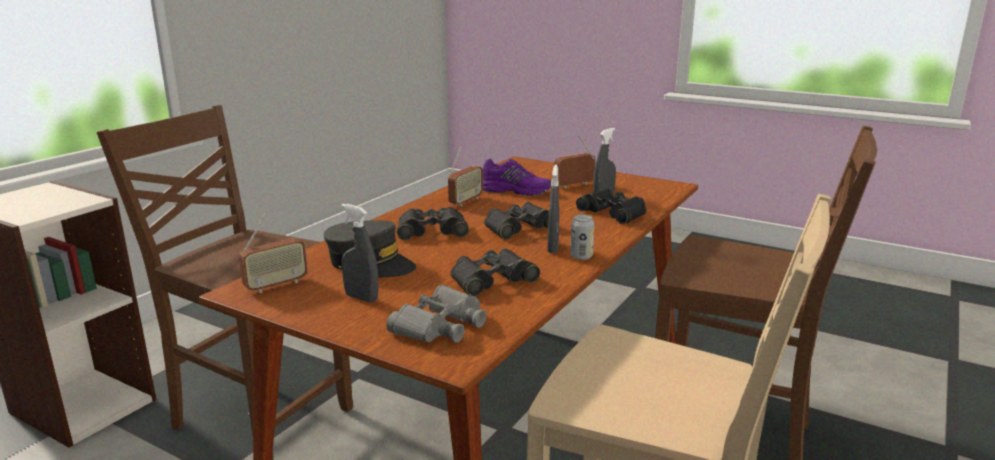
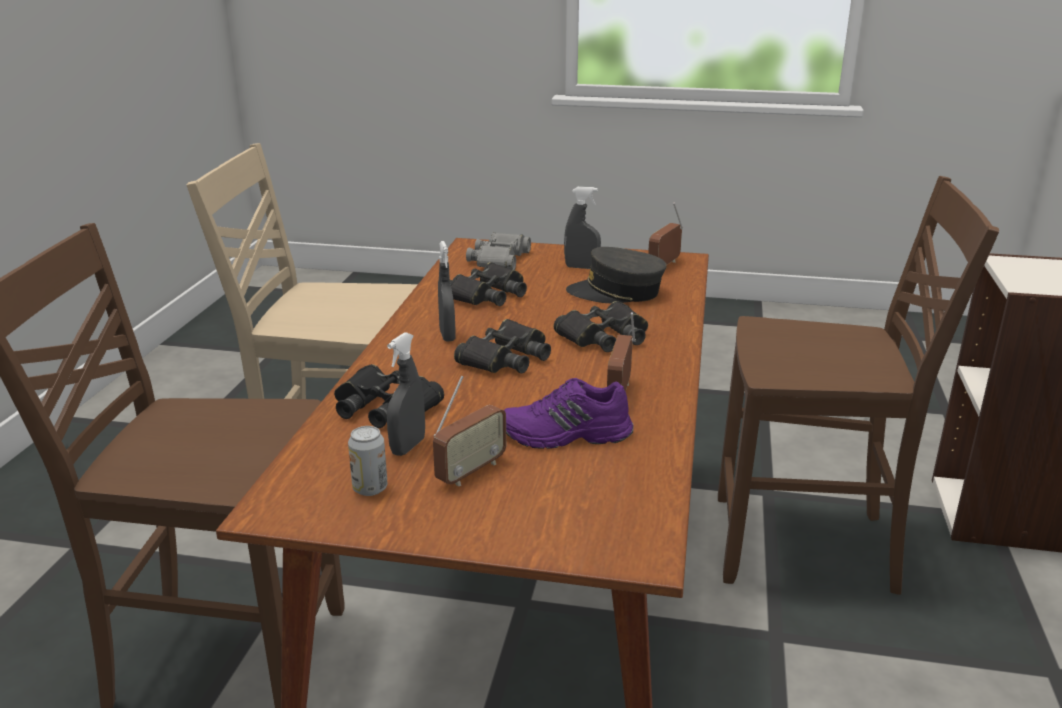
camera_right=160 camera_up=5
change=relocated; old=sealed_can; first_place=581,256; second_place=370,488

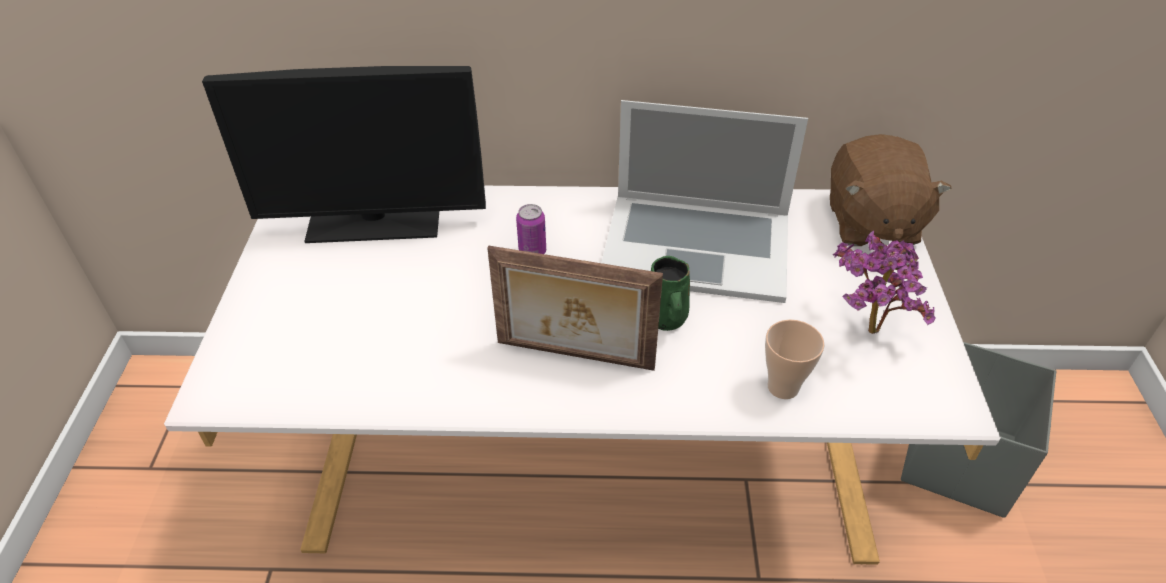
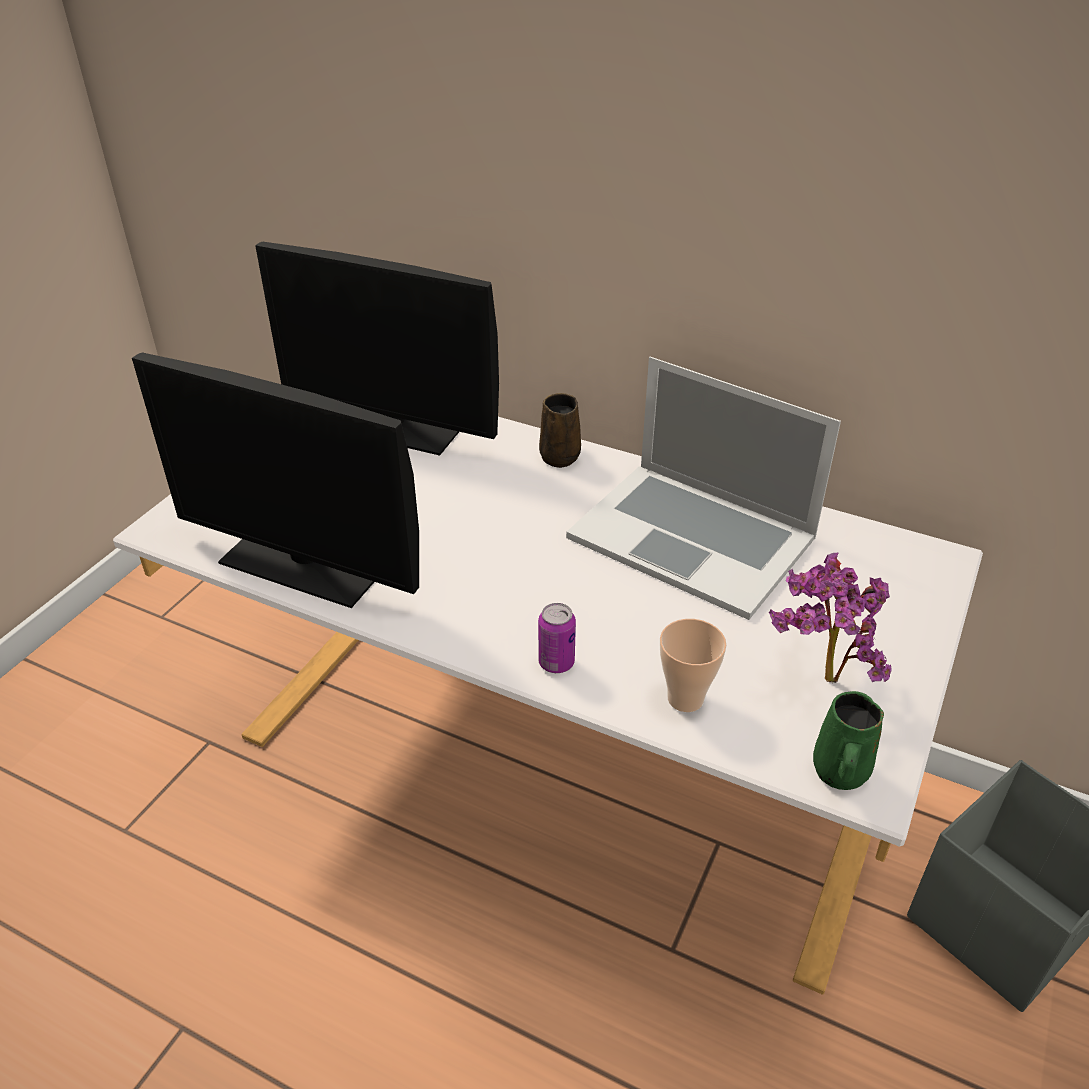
camera_right=25 camera_up=-5
change=appeared; new=computer_screen; second_place=304,564
change=relocated; old=sealed_can; first_place=532,252; second_place=556,663
change=appeared; new=brown-coloured_tea_mug; second_place=560,455
change=relocated; old=green-coloured_tea_mug; first_place=666,319; second_place=839,773
change=missing; old=standing_frame; first_place=574,357
change=missing; old=brown-coloured_soft_toy; first_place=870,223

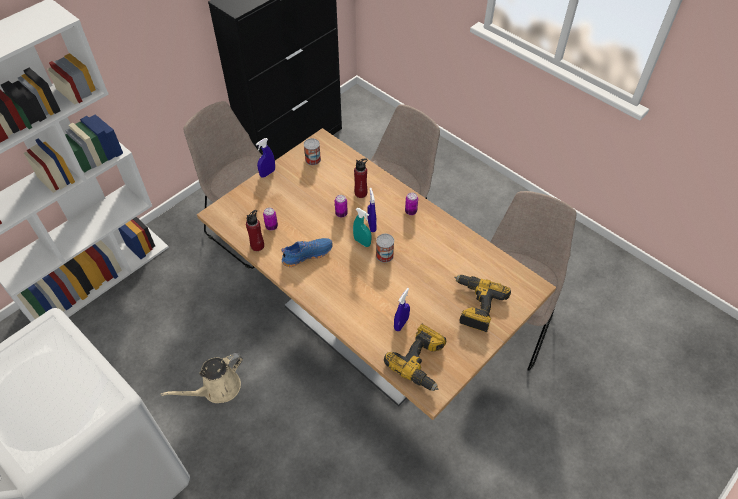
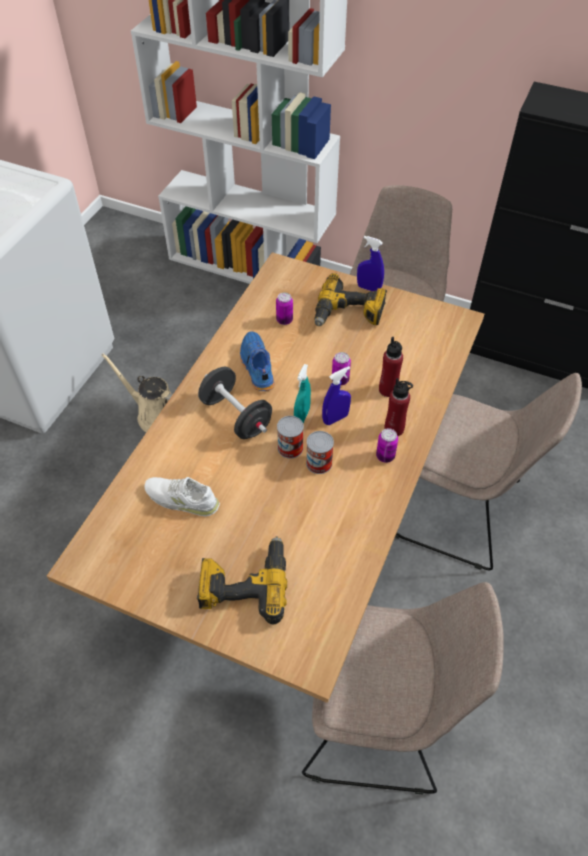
camera_right=70 camera_up=0
change=exchanged; old=bluish_hand_sprayer; new=white-coloured_shoe; first_place=401,324; second_place=182,498
change=appeared; new=black-coloured_free_weight; second_place=236,416
change=spun; old=bluish_shoe; first_place=307,254; second_place=256,367; degrees=-150
change=relocated; old=sealed_can; first_place=313,159; second_place=319,463
change=relocated; old=electric_drill; first_place=421,362; second_place=348,314
change=relocated; old=reddish_bottle; first_place=257,245; second_place=394,429

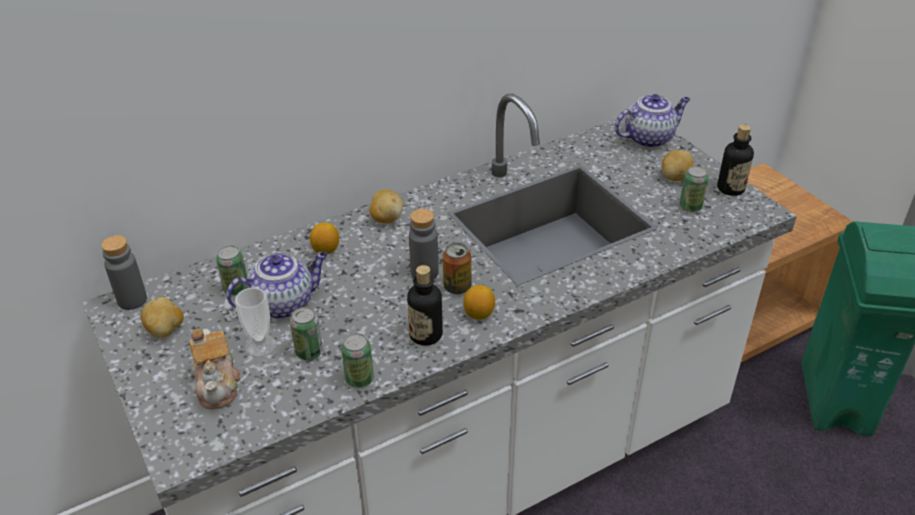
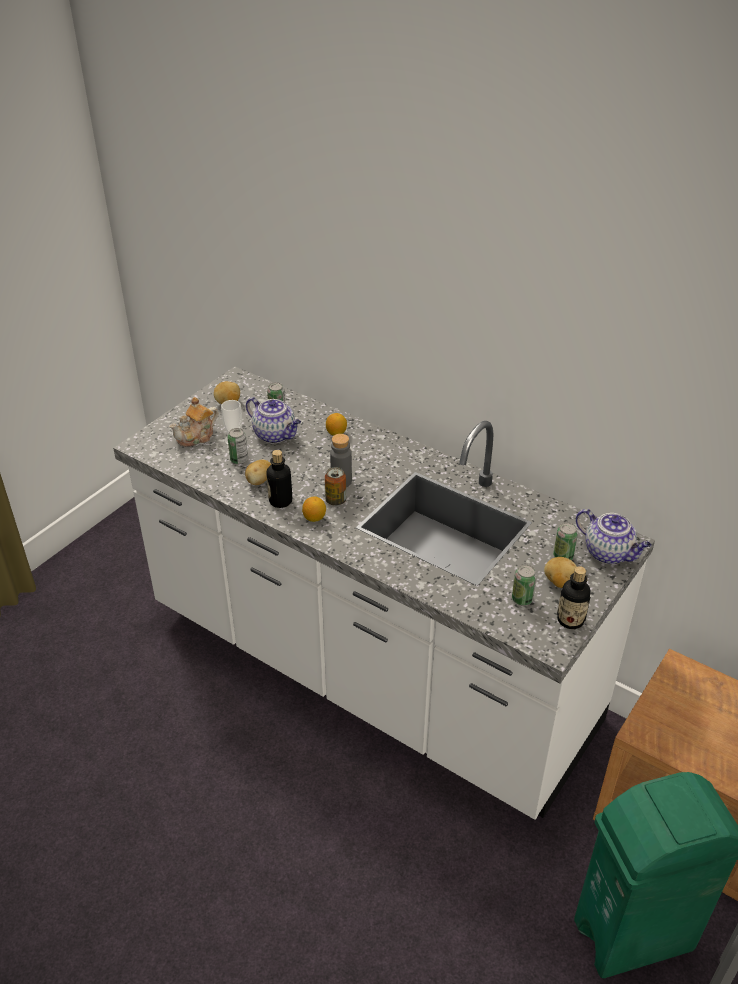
camera_right=65 camera_up=0
change=relocated; old=whole_potato; first_place=386,218; second_place=259,481
change=relocated; old=sealed_can; first_place=359,379; second_place=563,556
change=missing; old=greyish_bottle; first_place=132,300

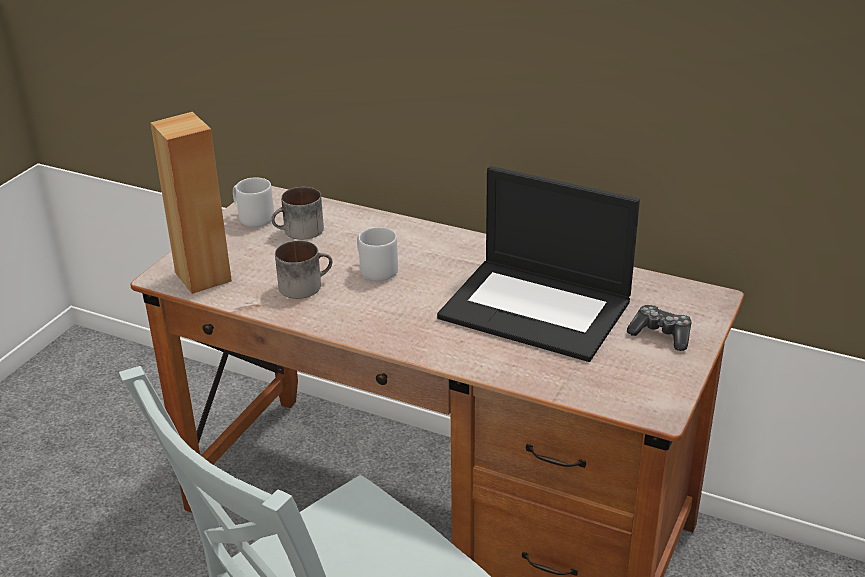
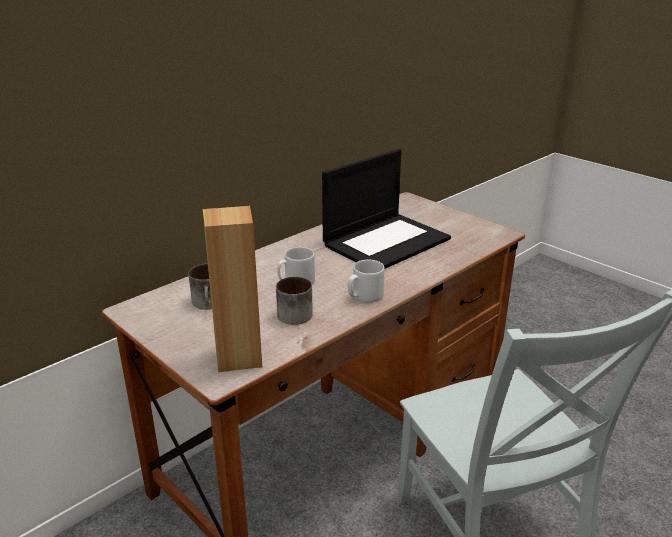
camera_right=-70 camera_up=-5
change=relocated; old=greyish_tea_mug; first_place=253,217; second_place=364,297
change=missing; old=game_controller; first_place=661,335

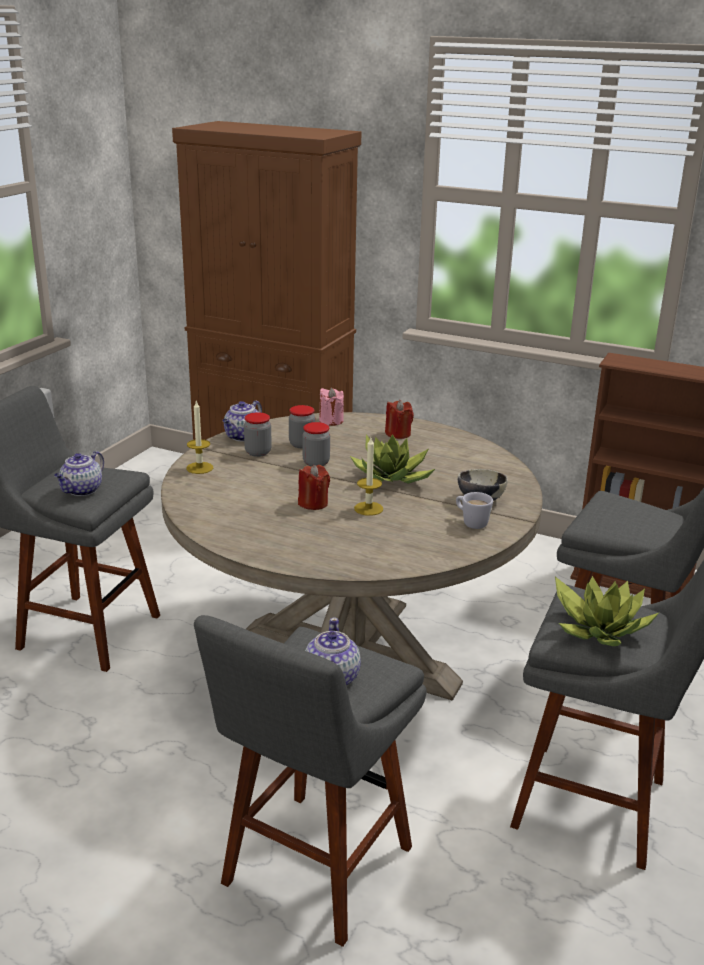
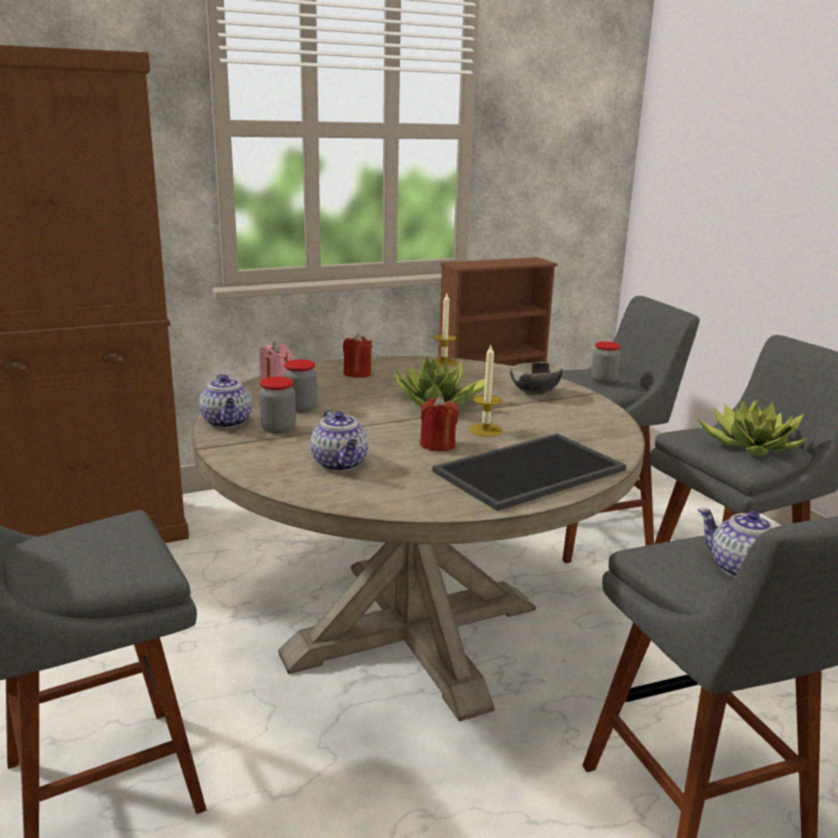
camera_right=-50 camera_up=-5
change=relocated; old=pot_for_tea; first_place=82,490; second_place=340,464
change=appeared; new=carrying_tray; second_place=530,472
change=relocated; old=wax_light; first_place=199,468; second_place=444,362
change=relocated; old=storage_jar; first_place=316,463; second_place=603,380
change=missing; old=white-coloured_tea_mug; first_place=471,522

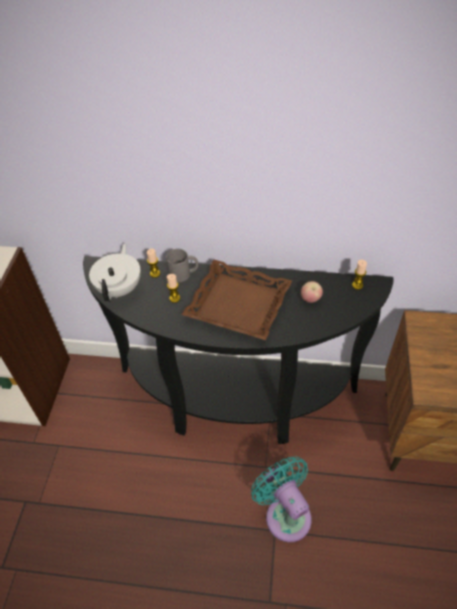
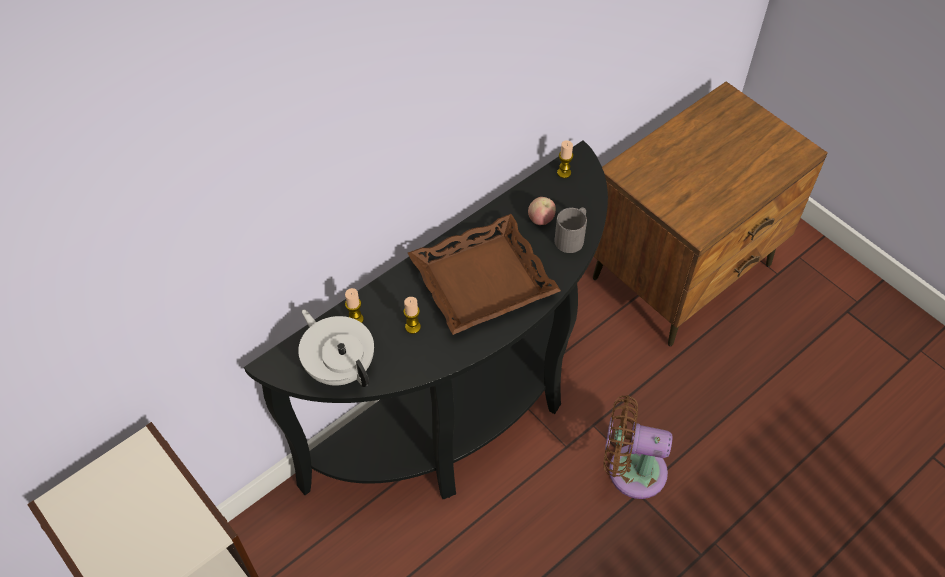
camera_right=-50 camera_up=5
change=relocated; old=greyish_tea_mug; first_place=184,273; second_place=572,237
change=colour; old=turquoise-coloured_fan; new=brown-coloured_fan; first_place=285,513; second_place=630,470

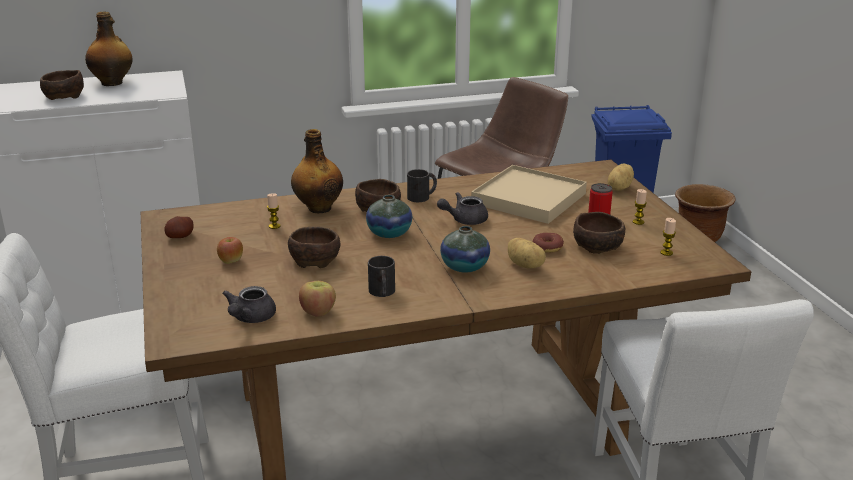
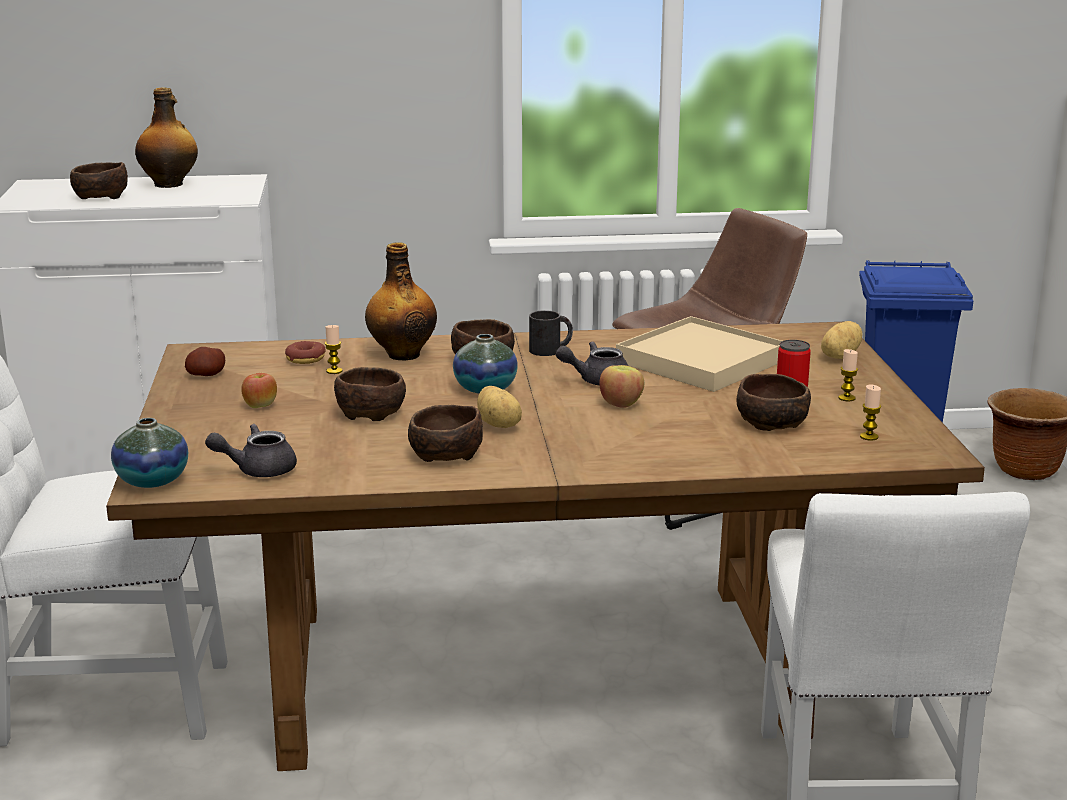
camera_right=10 camera_up=-5
change=relocated; old=flower_vase; first_place=464,267; second_place=152,481
change=spun; old=greyish_pot_for_tea; first_place=250,318; second_place=257,470; degrees=45
change=relocated; old=doughnut; first_place=547,247; second_place=305,359
change=exchanged; old=black-coloured_tea_mug; new=brown-coloured_deep_dish; first_place=382,293; second_place=444,455
change=relocated; old=whole_potato; first_place=525,265; second_place=499,425
change=relocated; old=apple_fruit; first_place=318,312; second_place=621,404

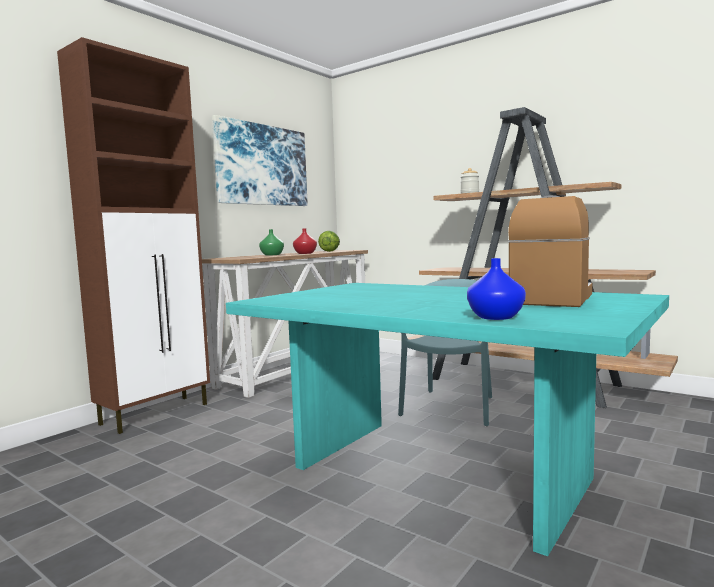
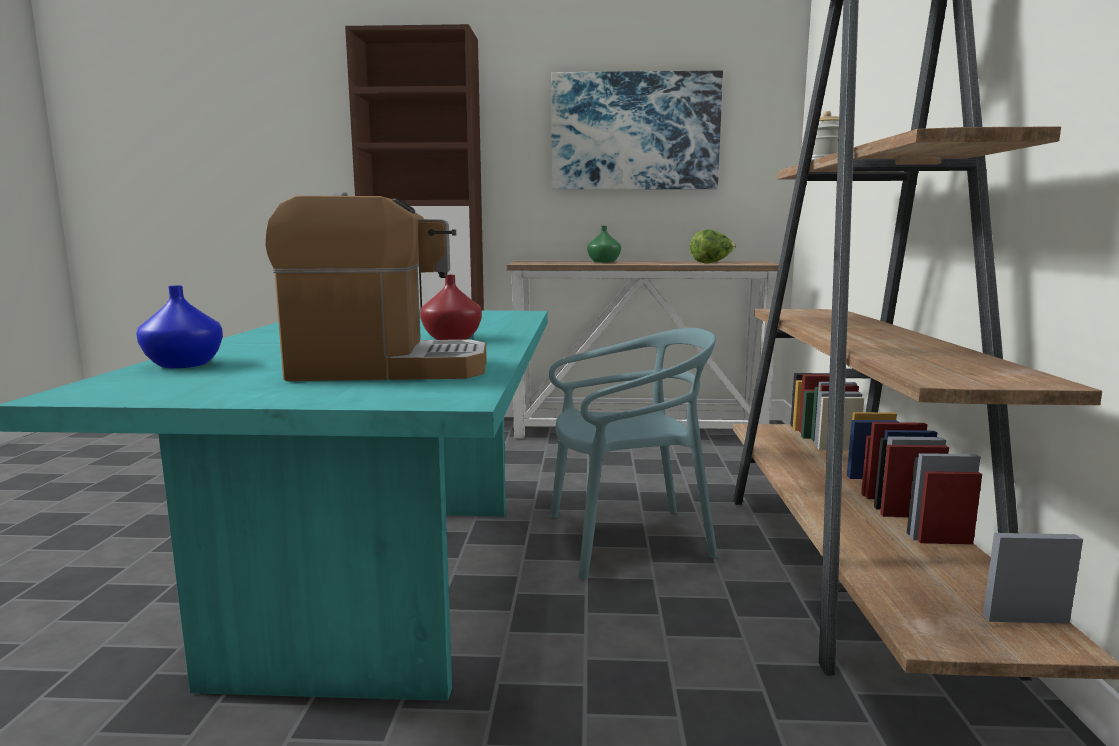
camera_right=55 camera_up=5
change=relocated; old=reddish_flower_vase; first_place=305,253; second_place=453,338

